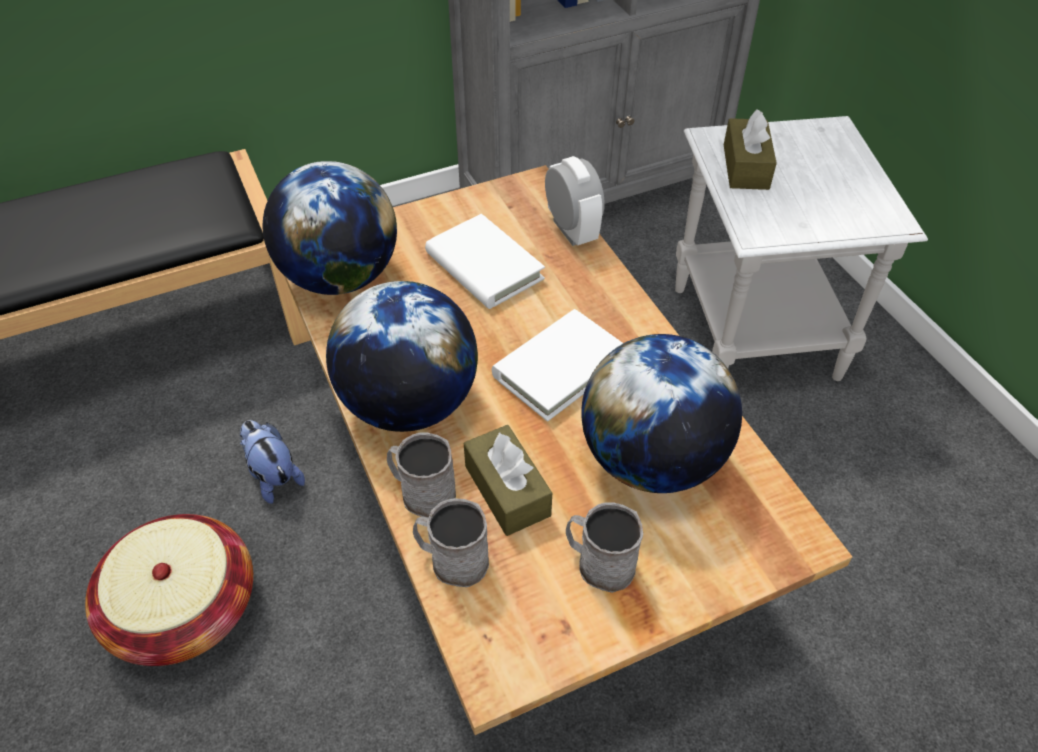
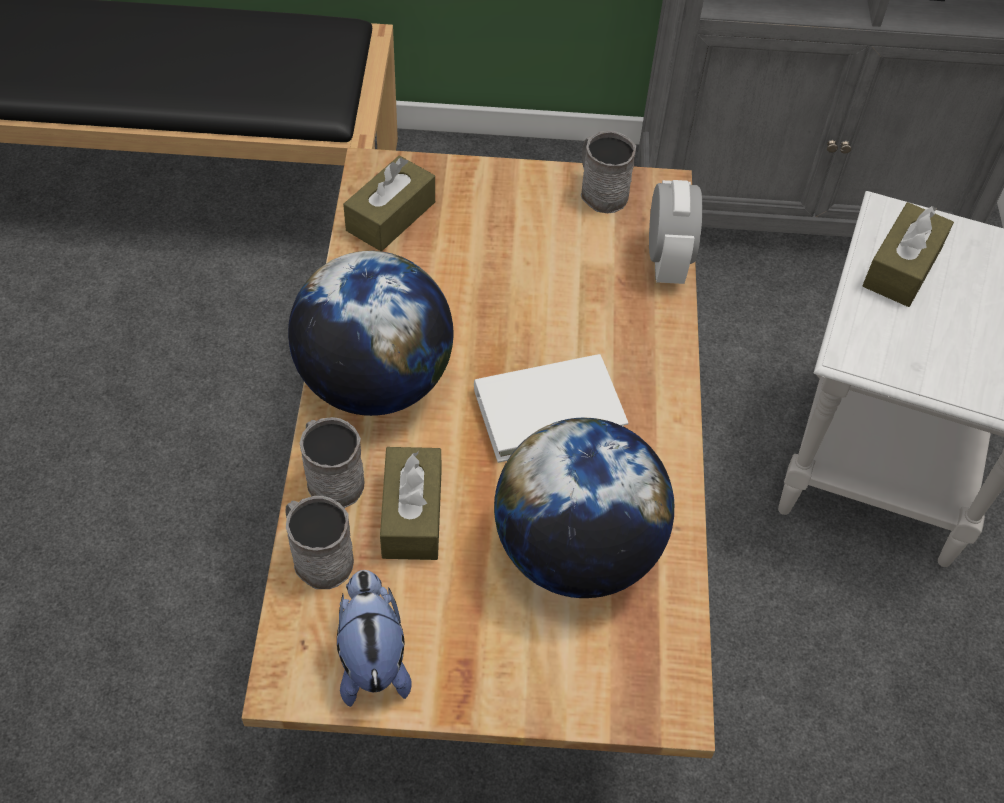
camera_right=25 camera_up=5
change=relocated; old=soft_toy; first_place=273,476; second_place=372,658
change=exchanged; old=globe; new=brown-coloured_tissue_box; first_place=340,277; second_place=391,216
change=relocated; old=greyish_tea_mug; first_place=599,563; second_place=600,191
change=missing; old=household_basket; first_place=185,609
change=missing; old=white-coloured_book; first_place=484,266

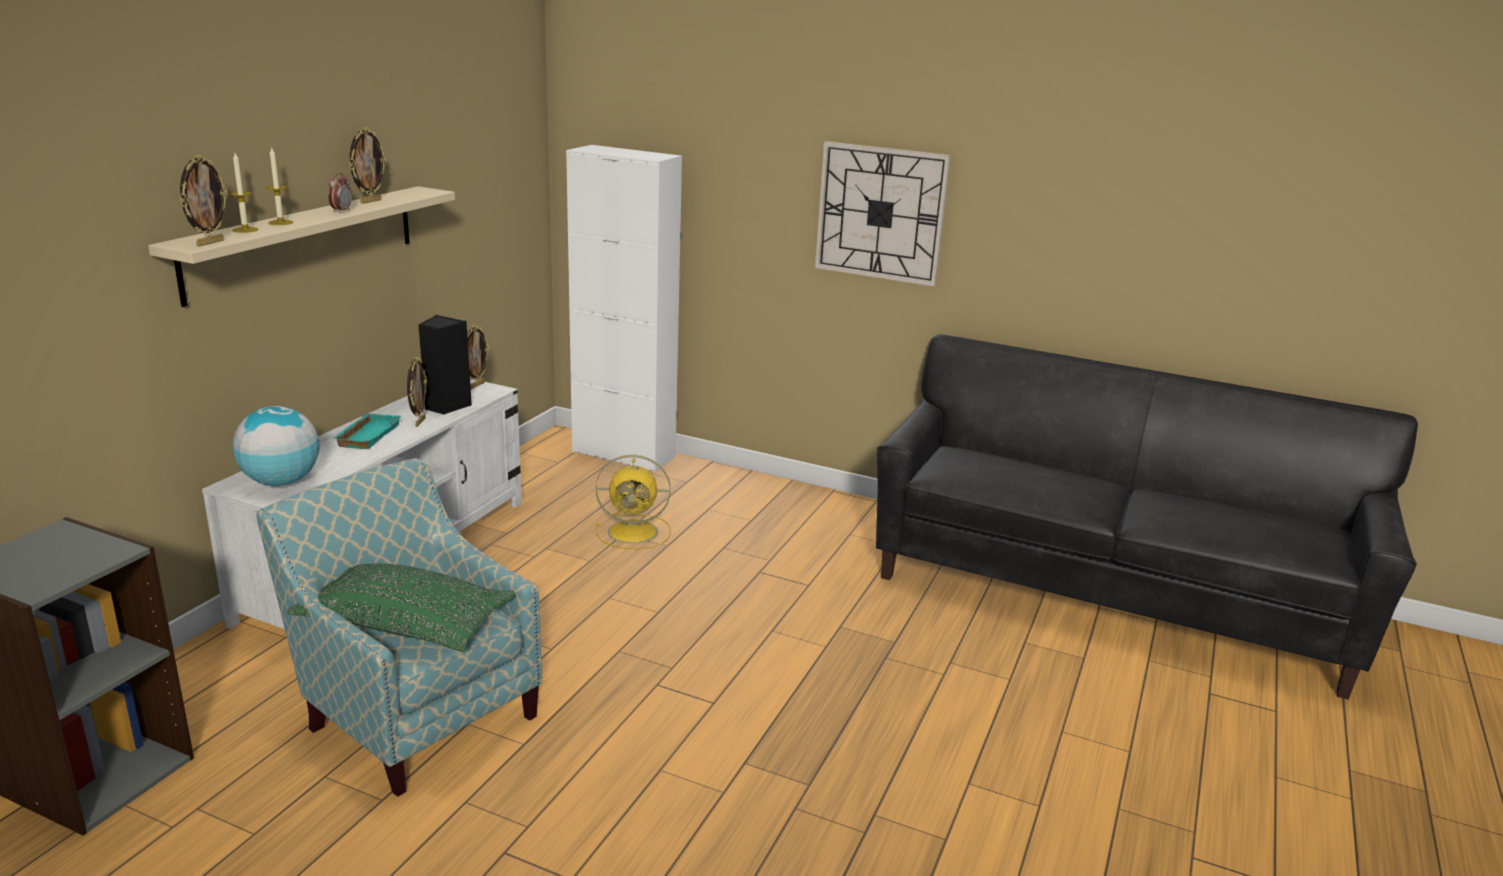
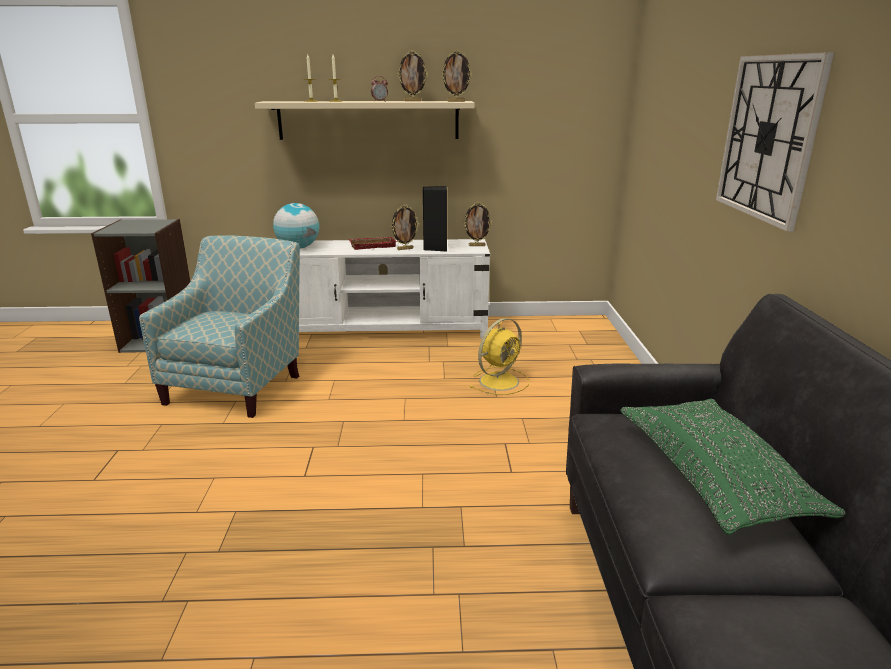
camera_right=65 camera_up=0
change=colour; old=turquoise-coloured_carrying_tray; new=reddish_carrying_tray; first_place=367,435; second_place=373,245
change=relocated; old=standing_frame; first_place=209,243; second_place=456,101
change=spun; old=yellow_fan; first_place=635,532; second_place=500,381; degrees=-105
change=relocated; old=green-coloured_cushion; first_place=406,624; second_place=713,478
change=missing; old=white-coloured_storage_cabinet; first_place=623,454

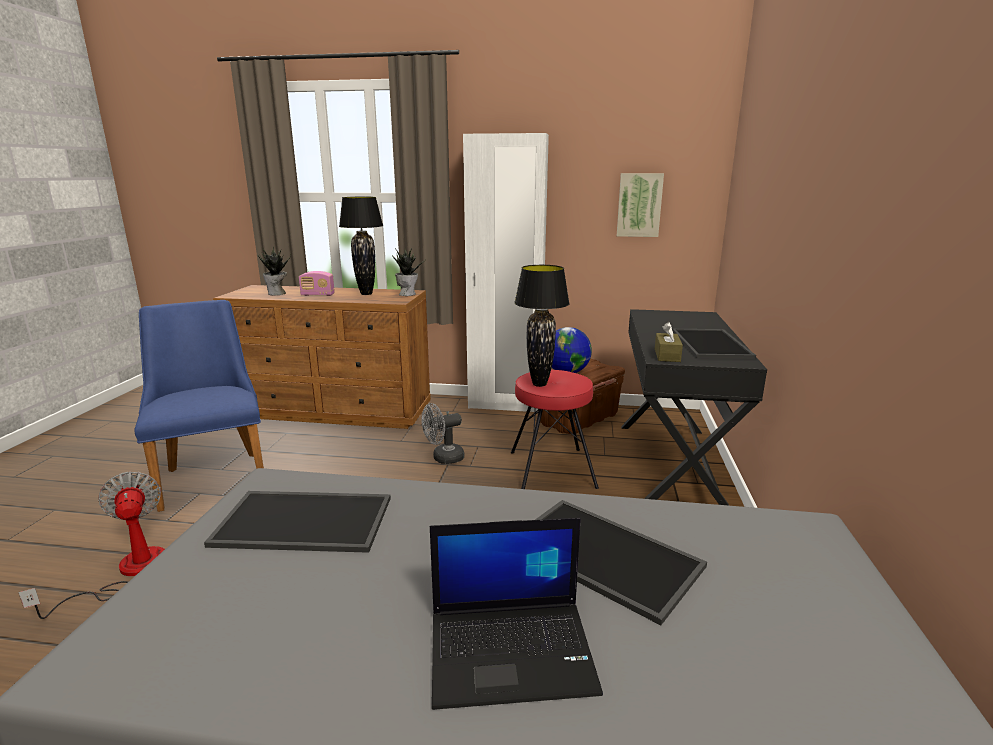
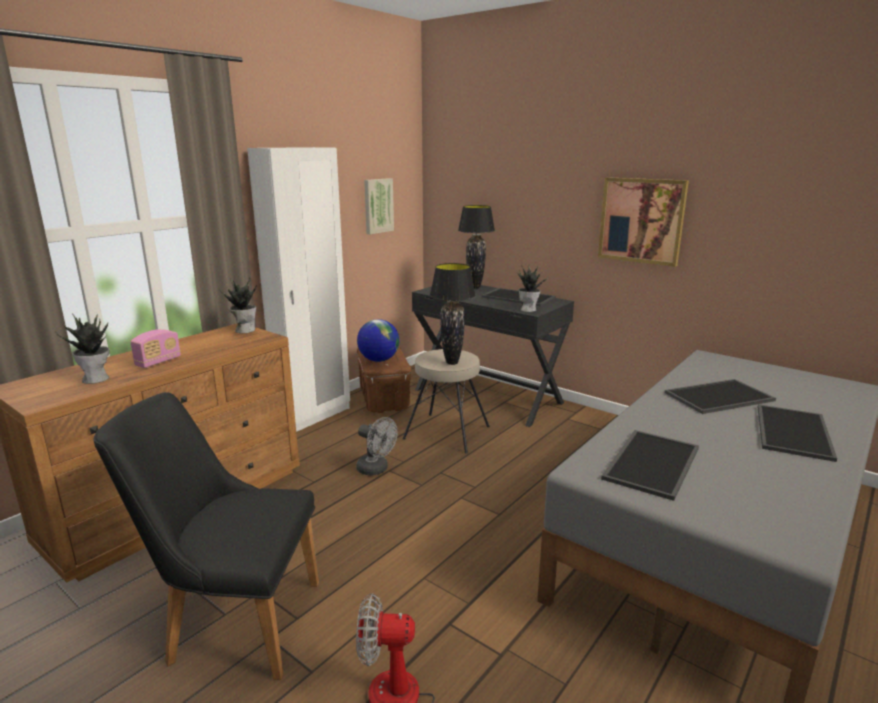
camera_right=-60 camera_up=0
change=colour; old=bluish_upright_chair; new=black-coloured_upright_chair; first_place=214,474; second_place=232,621
change=spun; old=greyish_fan; first_place=443,458; second_place=376,469; degrees=-60
change=colour; old=reddish_stool; new=sand-coloured_stool; first_place=551,469; second_place=446,433
change=relocated; old=black-coloured_lamp_for_a_table; first_place=366,294; second_place=475,287
change=exchanged; old=brown-coloured_tissue_box; new=potted_plant; first_place=667,355; second_place=528,309
change=appeared; new=wall_art; second_place=641,220
change=exchanged; old=notebook_computer; new=carrying_tray; first_place=513,651; second_place=791,431

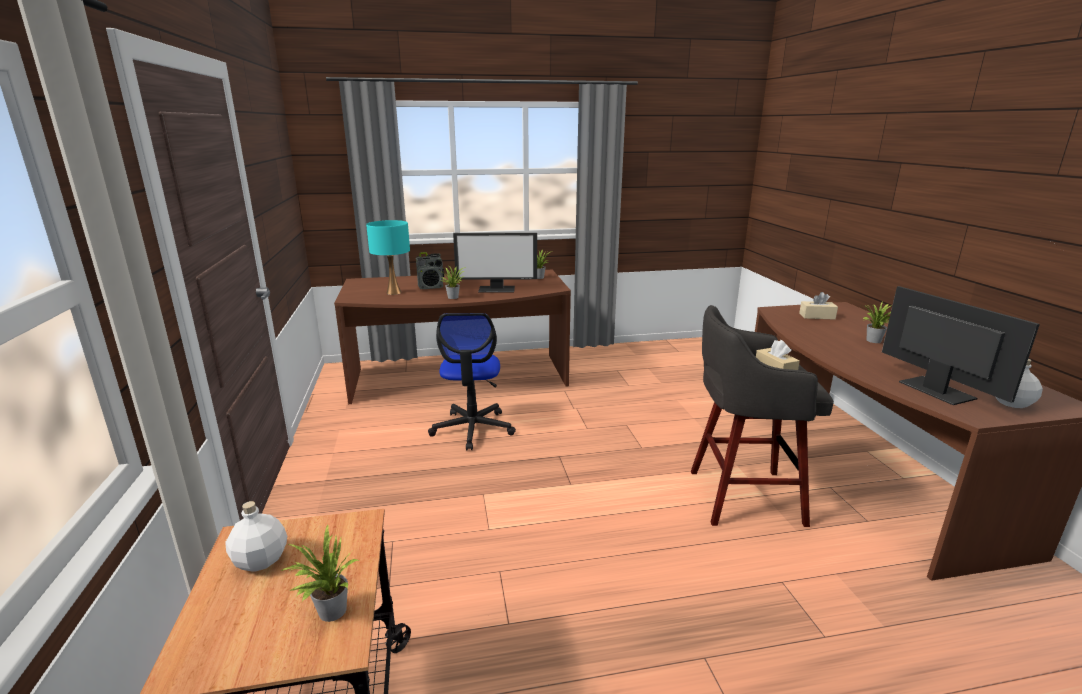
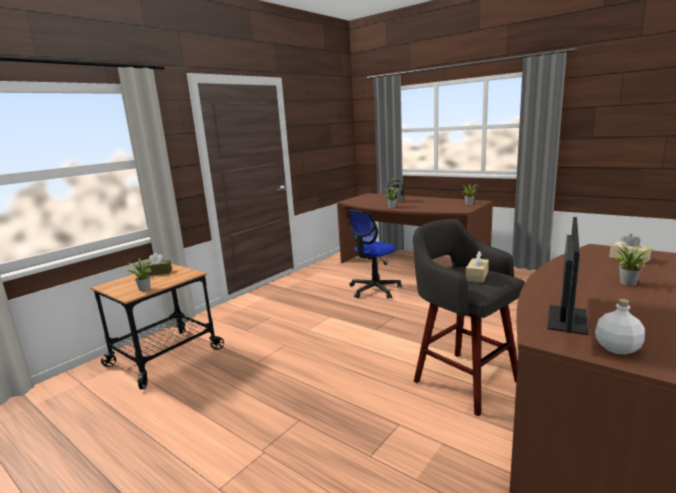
camera_right=50 camera_up=-5
change=exchanged; old=white-coloured_bottle; new=brown-coloured_tissue_box; first_place=260,561; second_place=158,273
change=missing; old=turquoise-coloured_lamp_for_a_table; first_place=393,292
change=missing; old=computer_screen; first_place=497,289

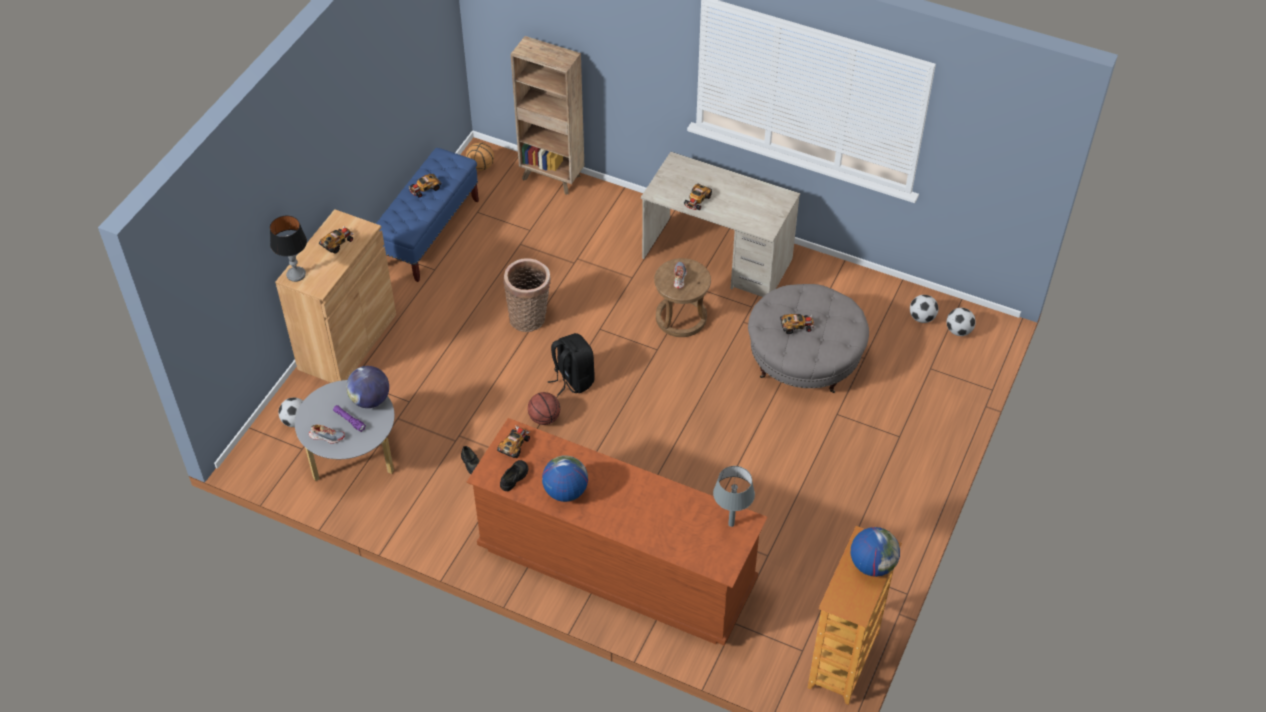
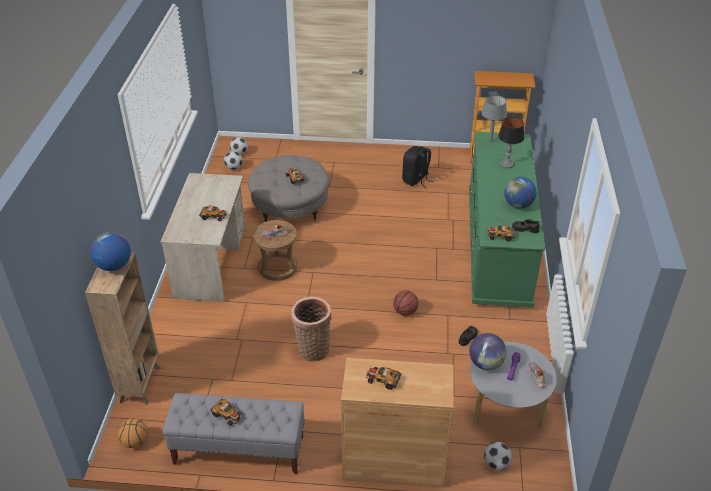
camera_right=-110 camera_up=-10
change=relocated; old=globe; first_place=872,564; second_place=114,266
change=colour; old=bluish_long_seat; new=greyish_long_seat; first_place=429,233; second_place=239,450
change=relocated; old=black-coloured_knapsack; first_place=572,379; second_place=416,180
change=colour; old=brown-coloured_dresser; new=green-coloured_dresser; first_place=617,565; second_place=497,247
change=relocated; old=lamp_for_a_table; first_place=296,274; second_place=507,164

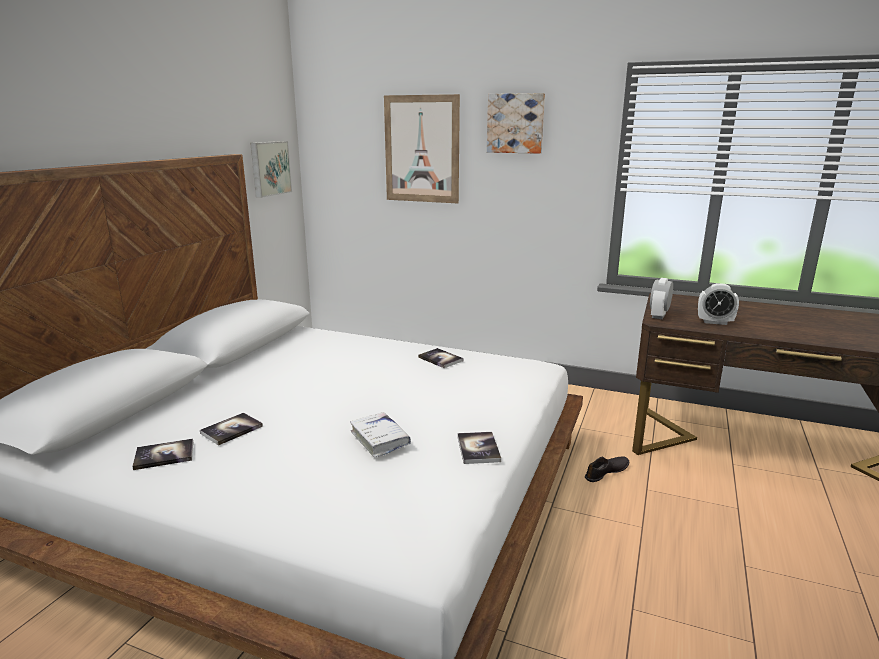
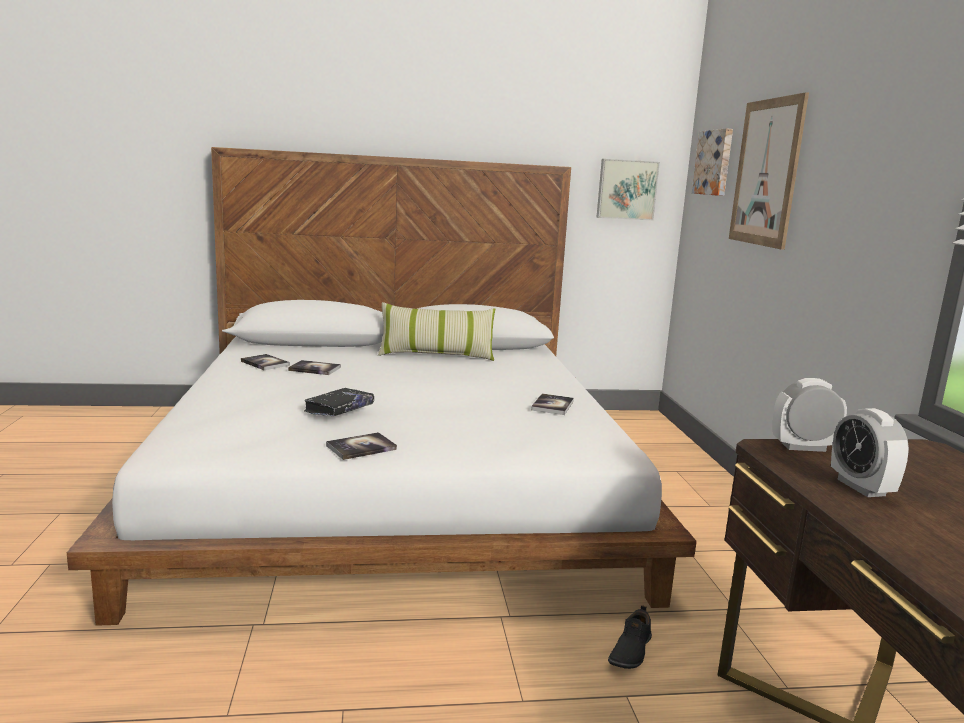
camera_right=60 camera_up=-5
change=colour; old=white-coloured_book; new=black-coloured_book; first_place=380,439; second_place=339,409
change=appeared; new=cushion; second_place=436,355
change=spun; old=black-coloured_shoe; first_place=607,472; second_place=630,650; degrees=90
change=relocated; old=wall_art; first_place=515,123; second_place=714,163

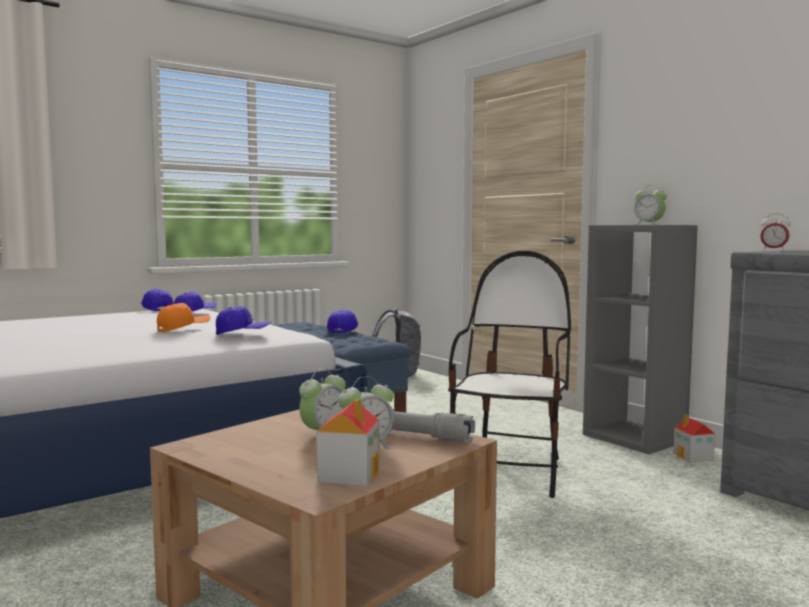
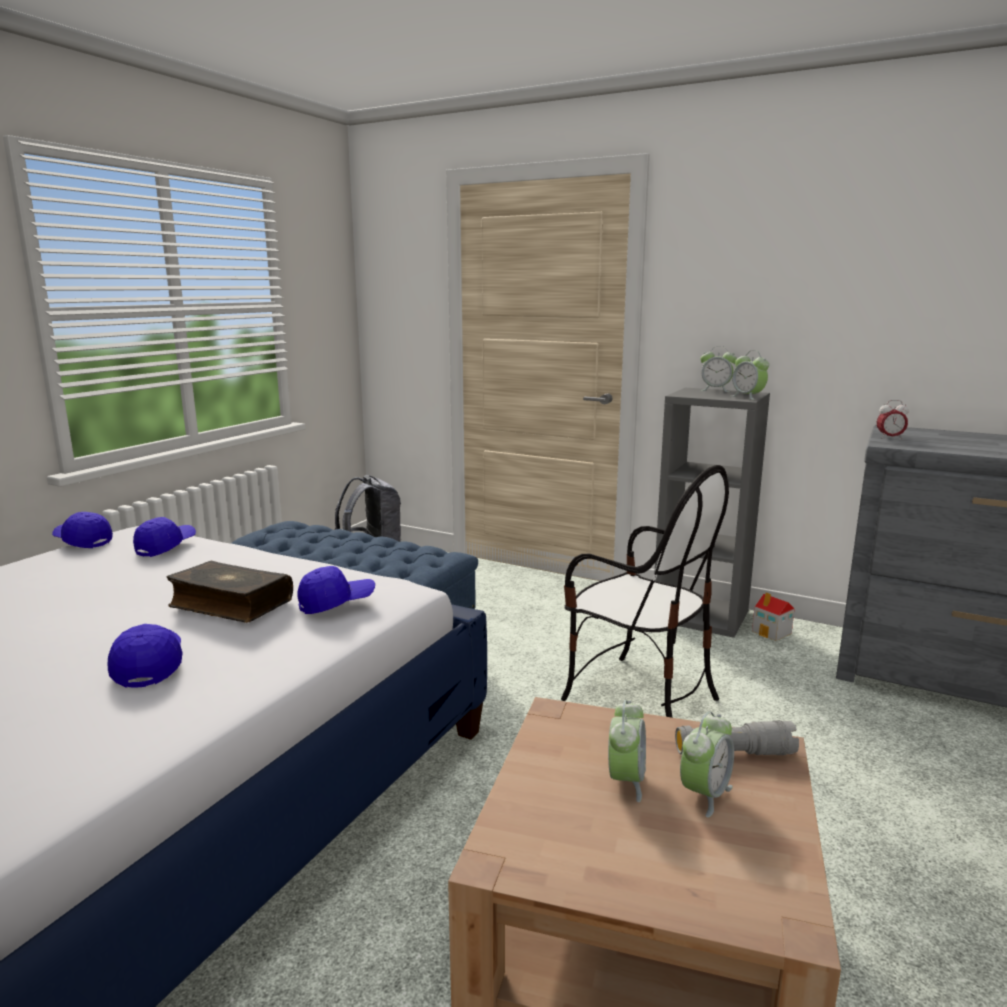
camera_right=-25 camera_up=10
change=relocated; old=bluish_baseball_cap; first_place=343,330; second_place=149,666
change=exchanged; old=orangey_baseball_cap; new=book; first_place=183,329; second_place=230,604
change=spun; old=upright_chair; first_place=510,472; second_place=639,696; degrees=135
change=appeared; new=alarm_clock; second_place=748,397
change=missing; old=toy_house; first_place=349,474

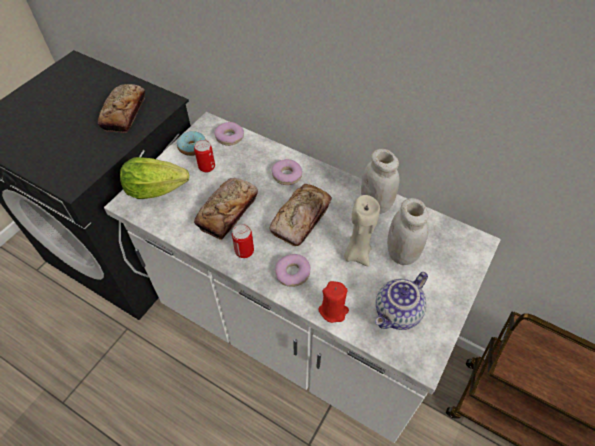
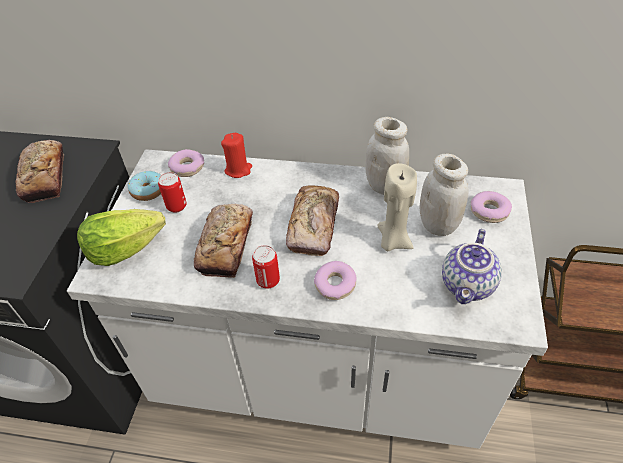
camera_right=-20 camera_up=-5
change=relocated; old=reddish_wax_light; first_place=333,310; second_place=238,170
change=relocated; old=doughnut; first_place=287,175; second_place=489,211

